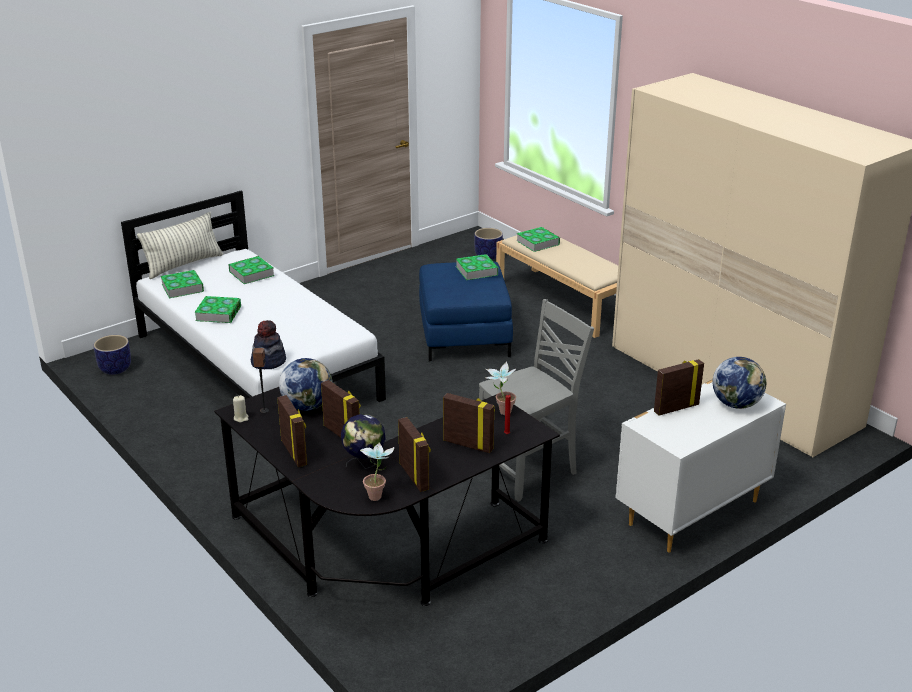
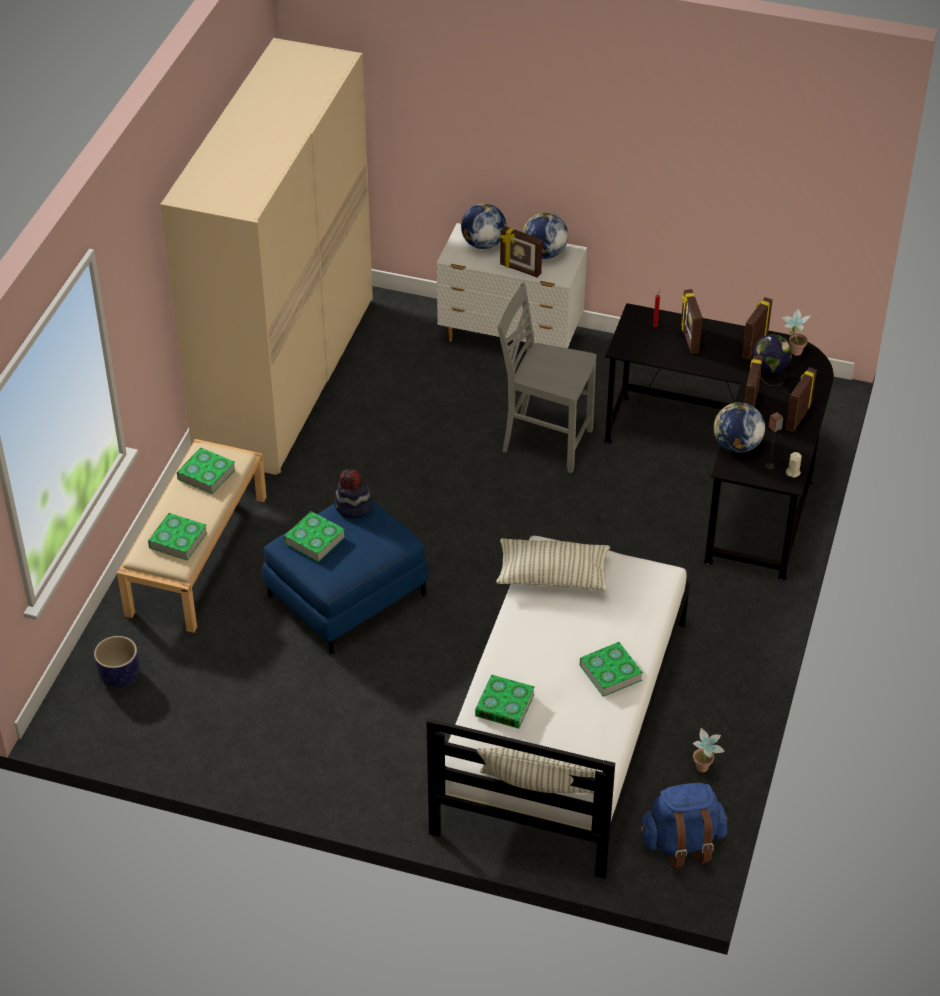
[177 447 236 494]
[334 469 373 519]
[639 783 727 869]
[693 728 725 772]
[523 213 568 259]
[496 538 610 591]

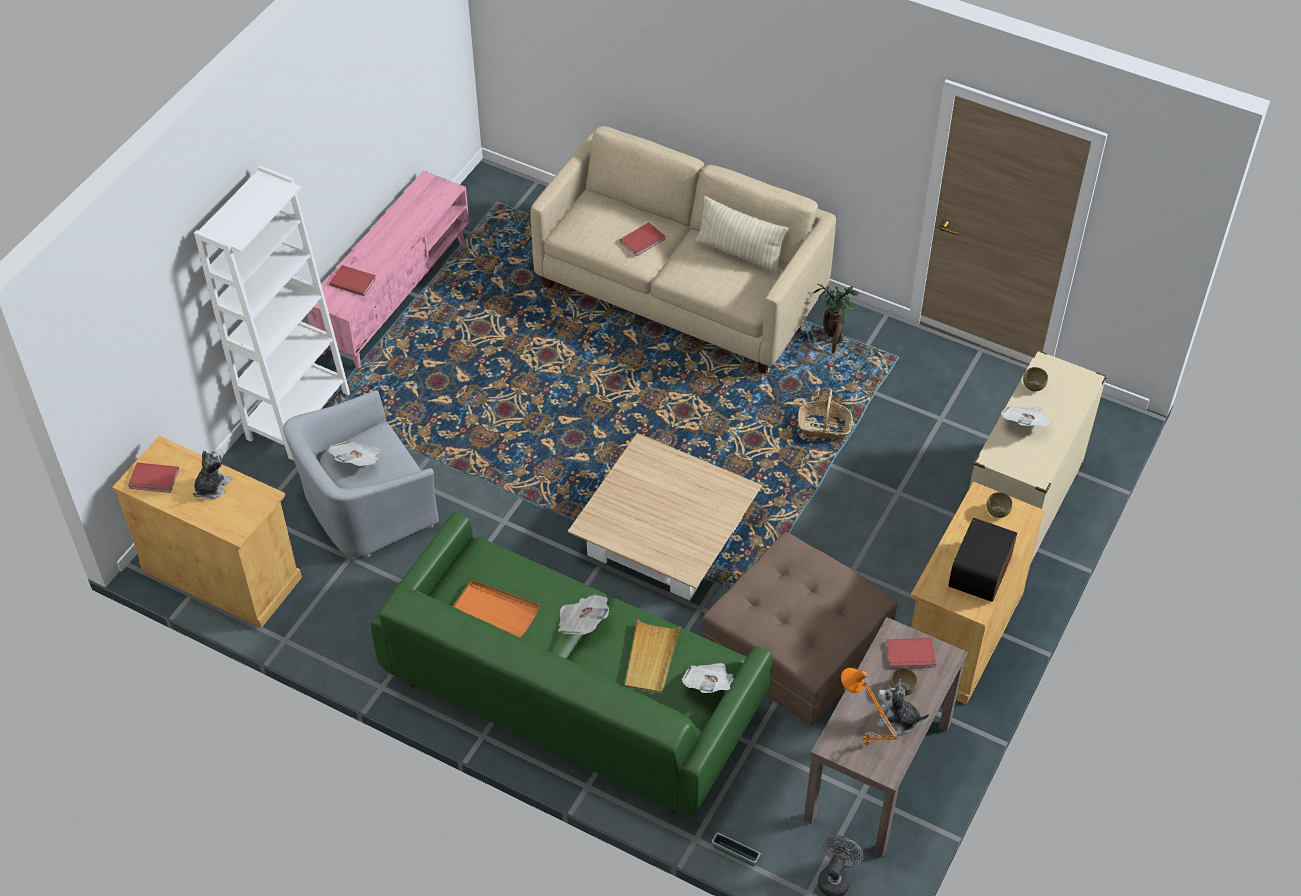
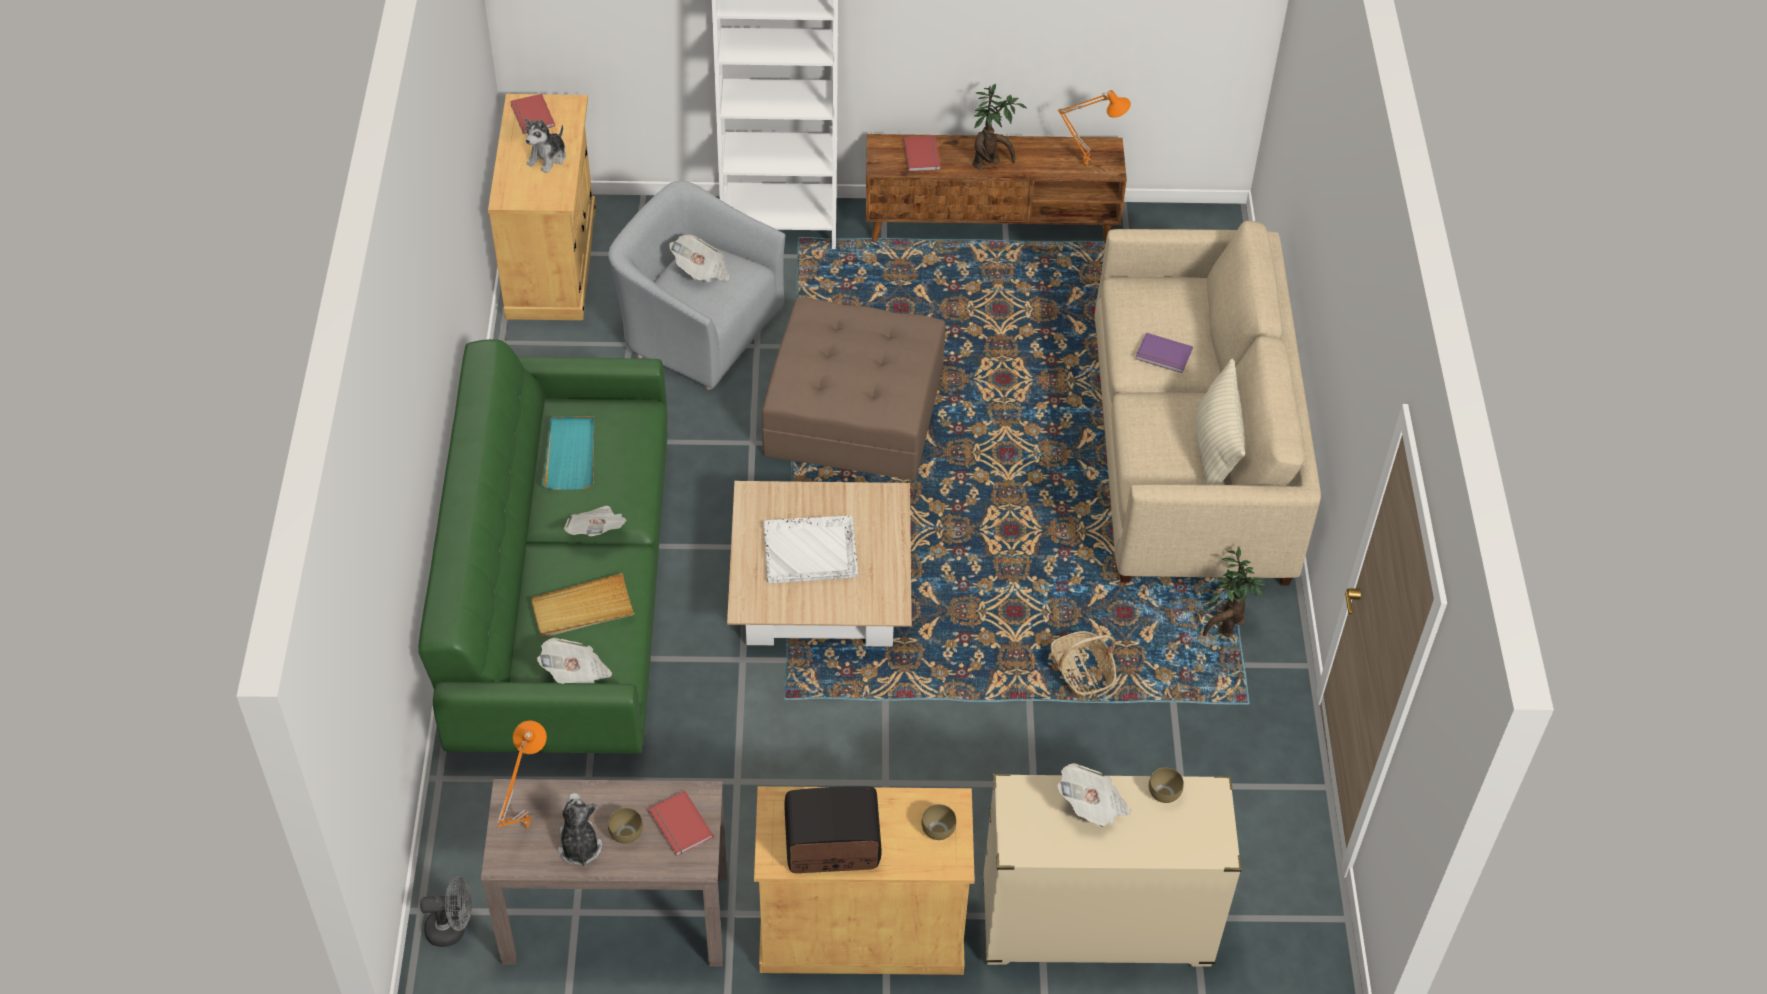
[866 134 1127 244]
[1135 333 1193 373]
[525 118 566 173]
[762 298 946 480]
[542 416 594 490]
[712 832 761 866] (first image)
[972 84 1027 169]
[1058 90 1131 167]
[764 515 858 583]

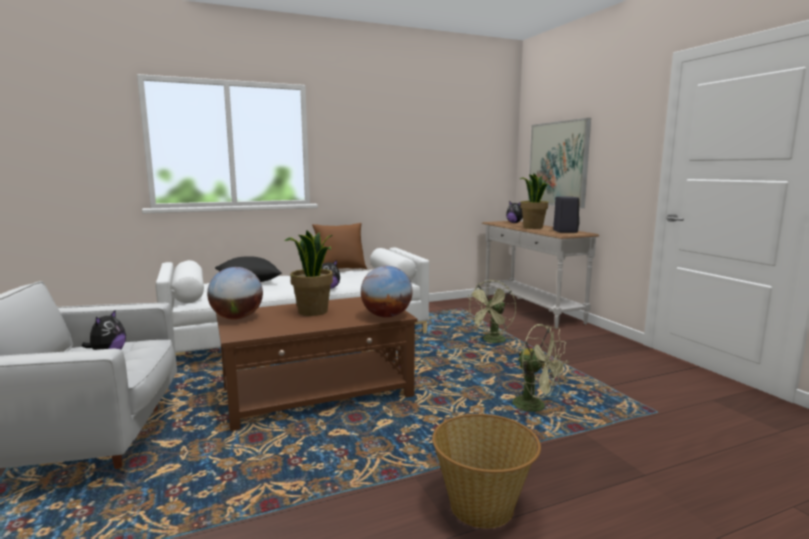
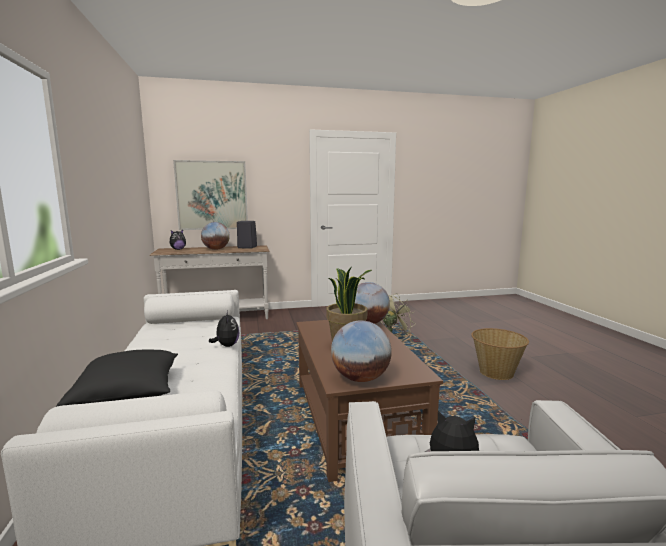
[201 222 230 250]
[312 223 367 269] (first image)
[466 280 516 344] (first image)

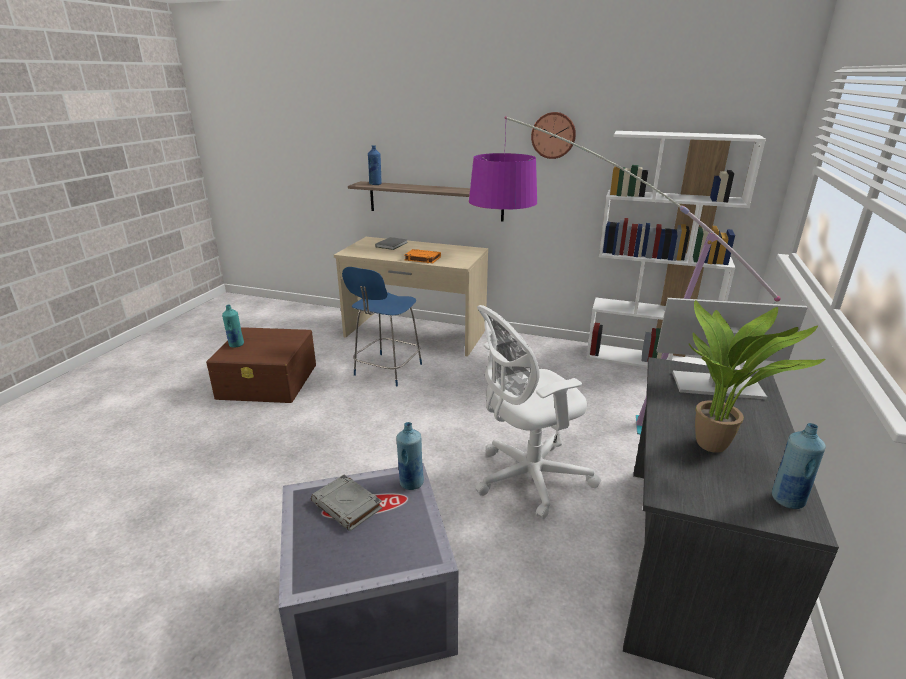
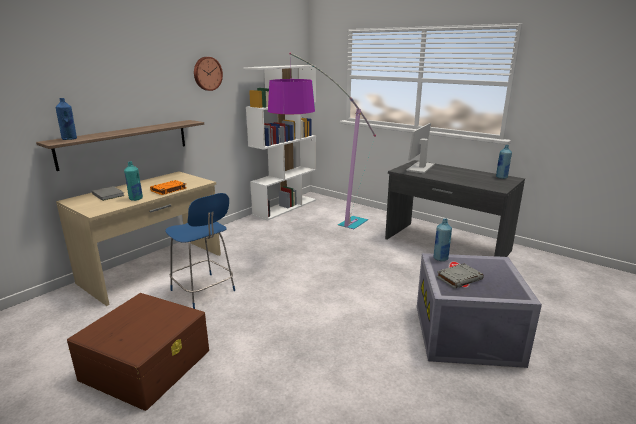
[689 300 825 453] (first image)
[124 161 143 201]
[476 305 601 519] (first image)

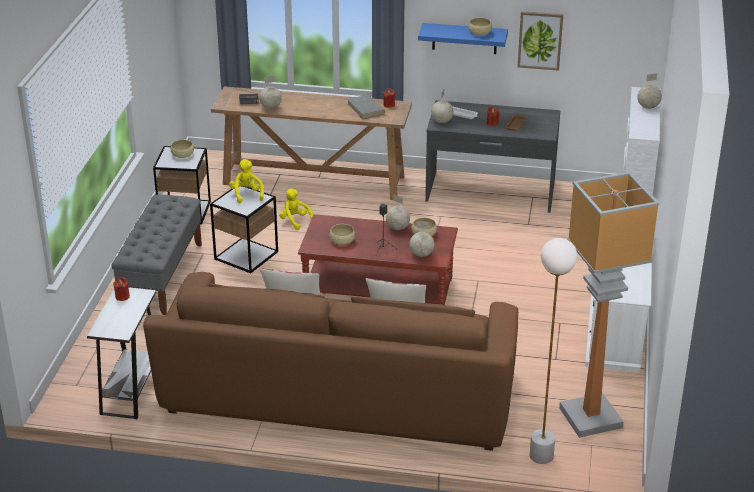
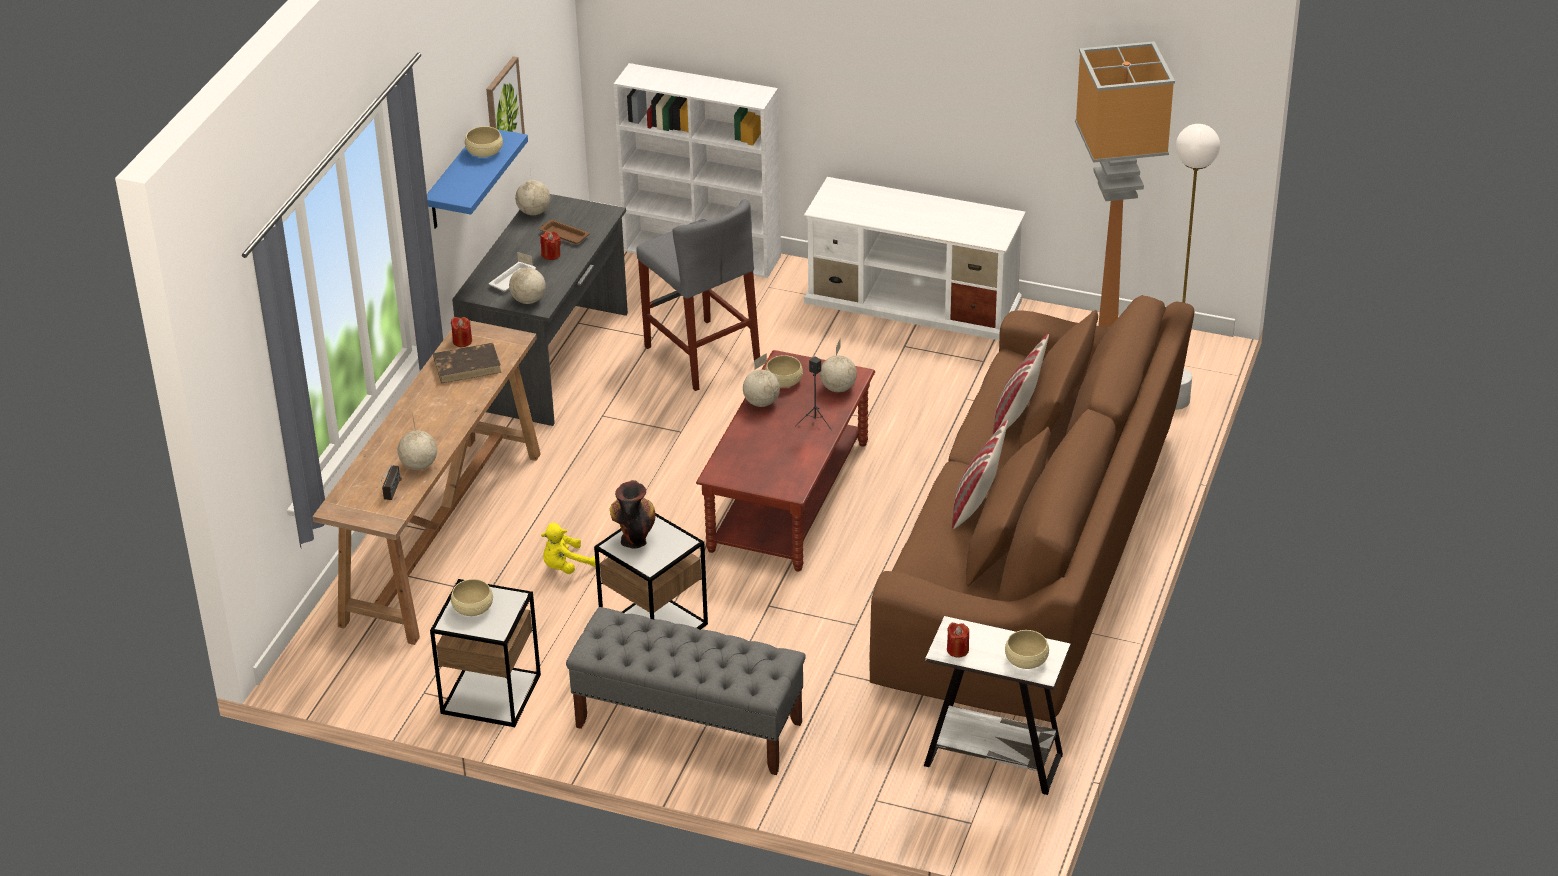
[515 169 550 215]
[433 343 502 383]
[610 480 656 549]
[1005 630 1049 669]
[637 199 760 391]

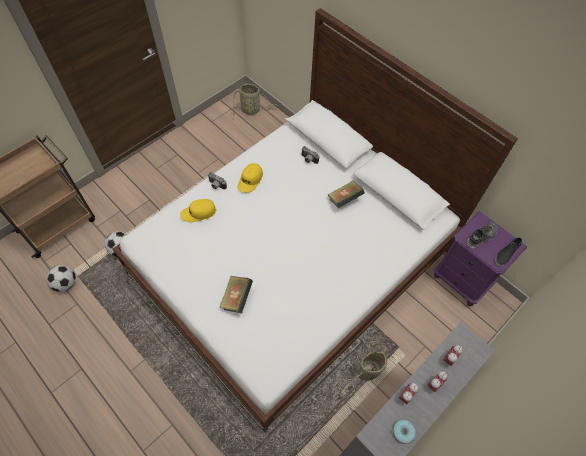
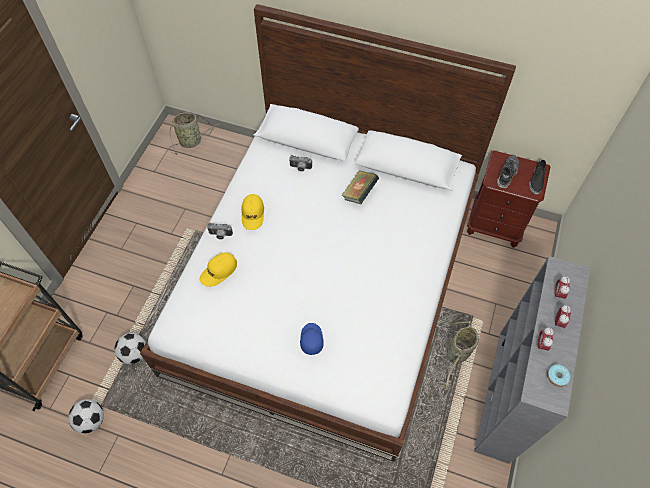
[467 150 551 248]
[300 323 324 355]

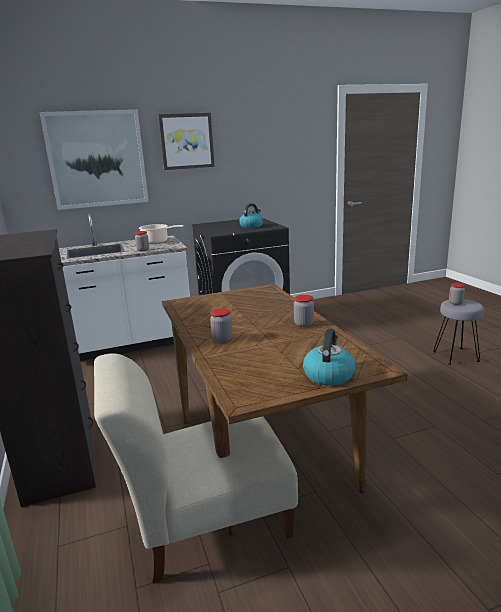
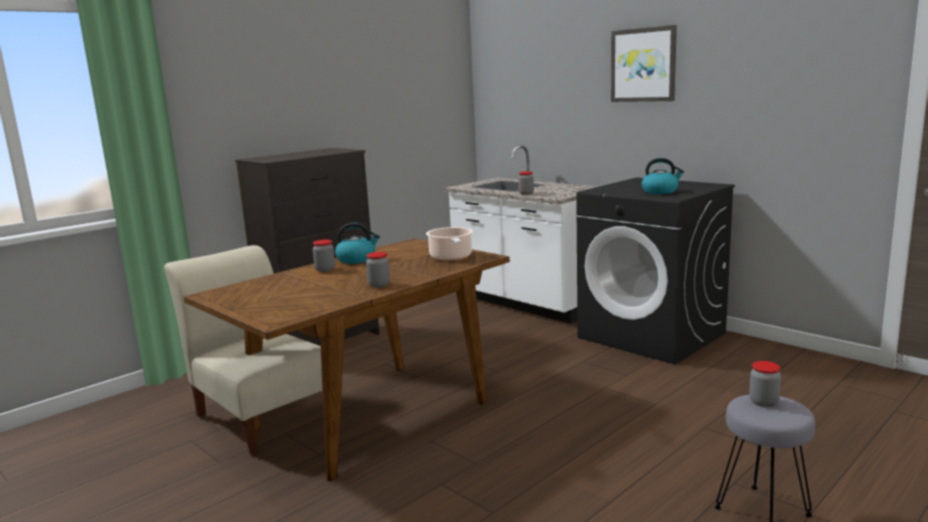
[40 109 149 210] (first image)
[426 227 473 261]
[335 223 380 264]

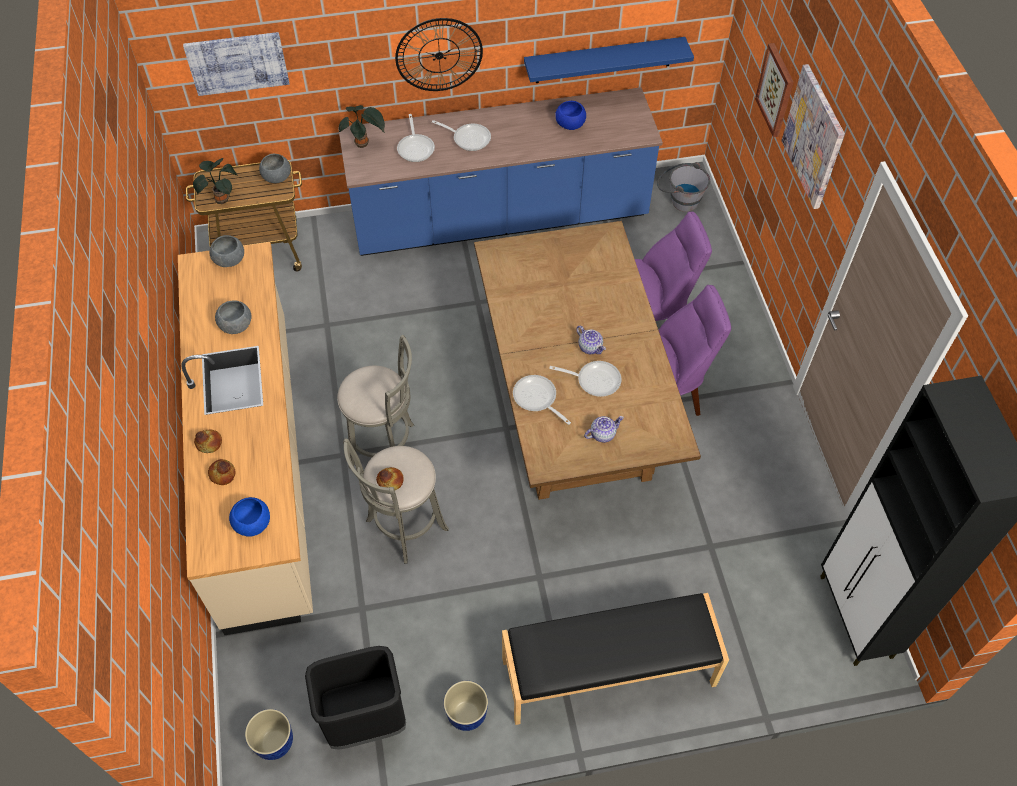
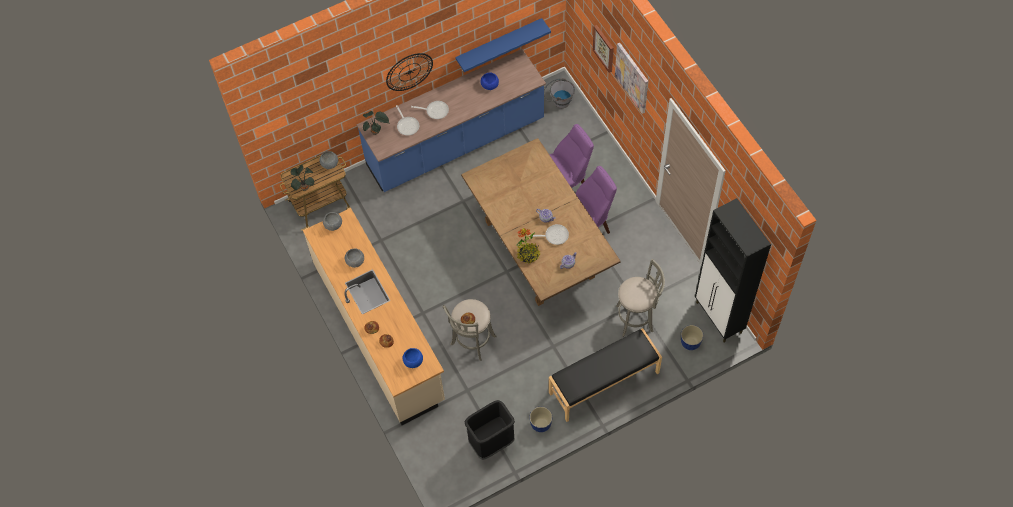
[183 32 289 96] (first image)
[616 259 665 337]
[516 228 541 264]
[681 325 703 350]

